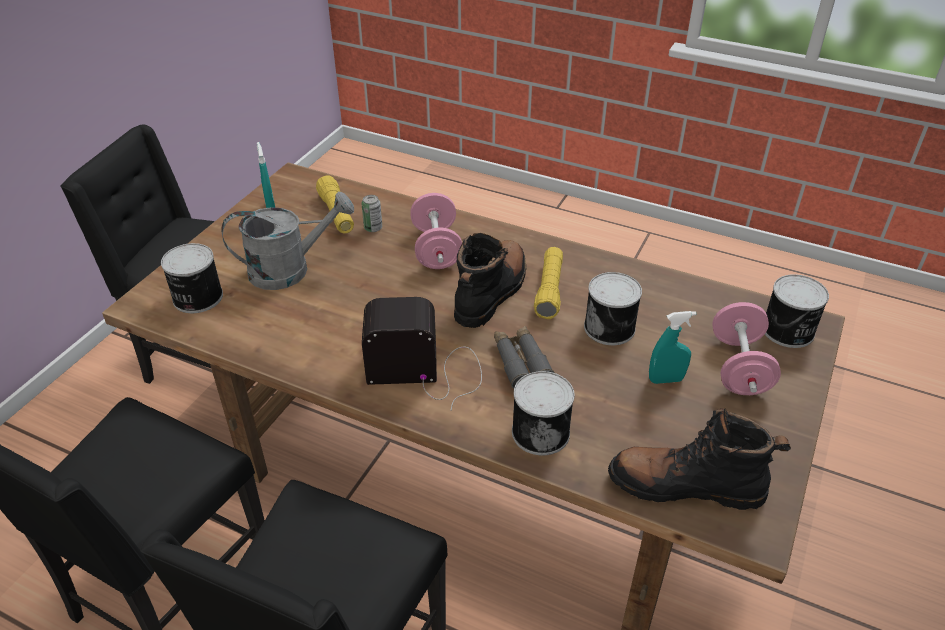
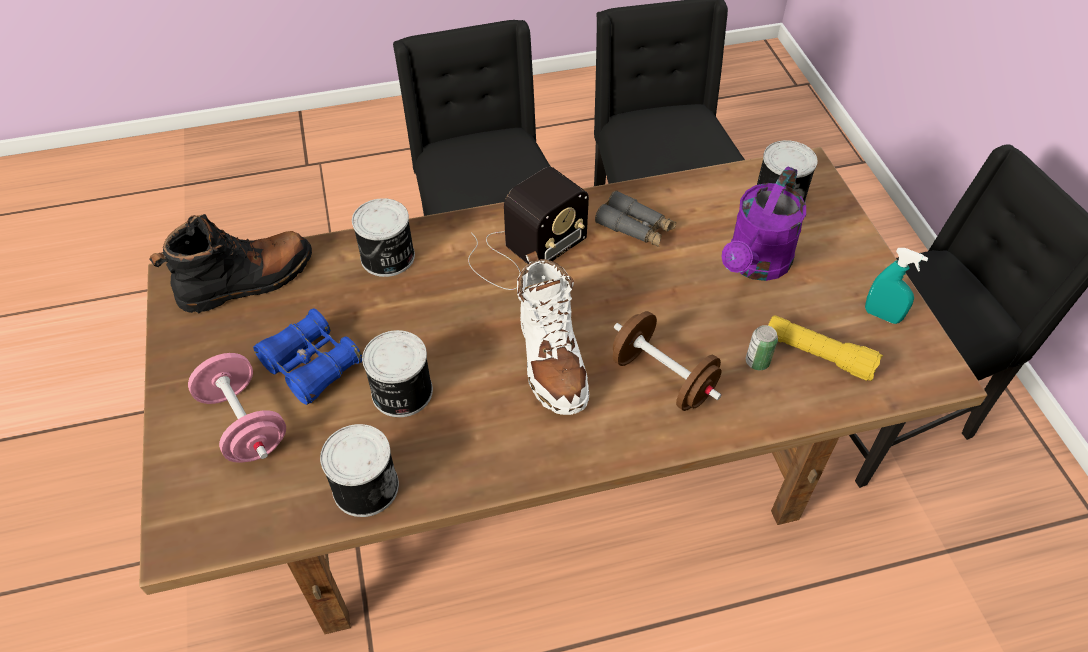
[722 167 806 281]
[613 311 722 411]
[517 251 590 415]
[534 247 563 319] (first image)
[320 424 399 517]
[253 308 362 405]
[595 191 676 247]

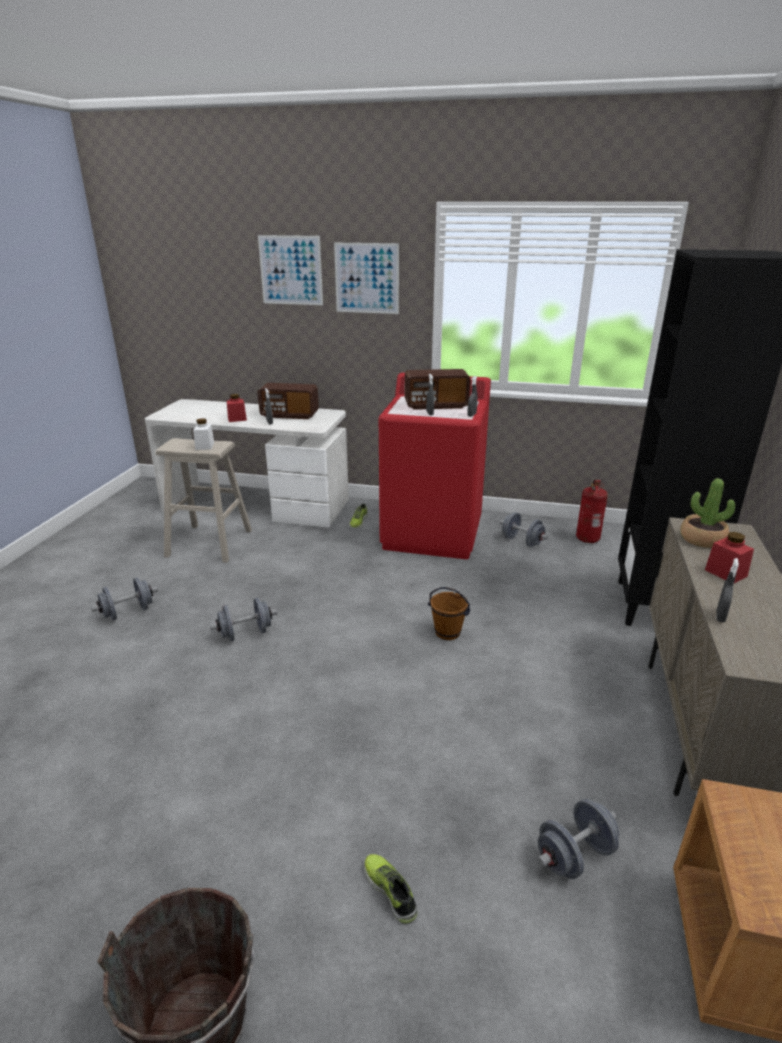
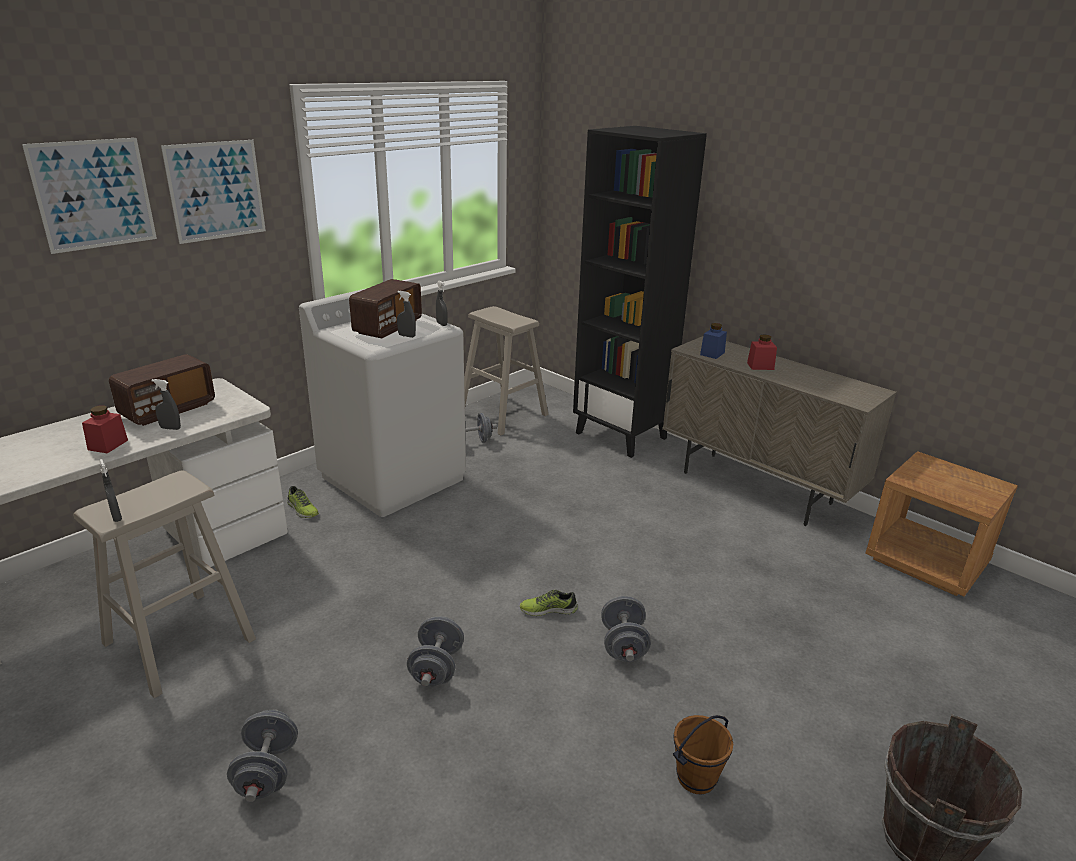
[299 289 466 517]
[193 418 214 450] (first image)
[700 323 727 359]
[464 306 549 435]
[99 459 122 522]
[673 715 733 794]
[601 596 651 662]
[520 590 578 616]

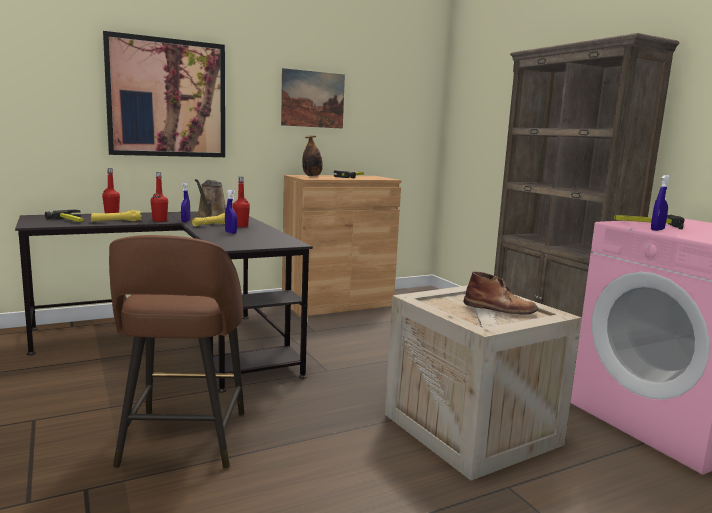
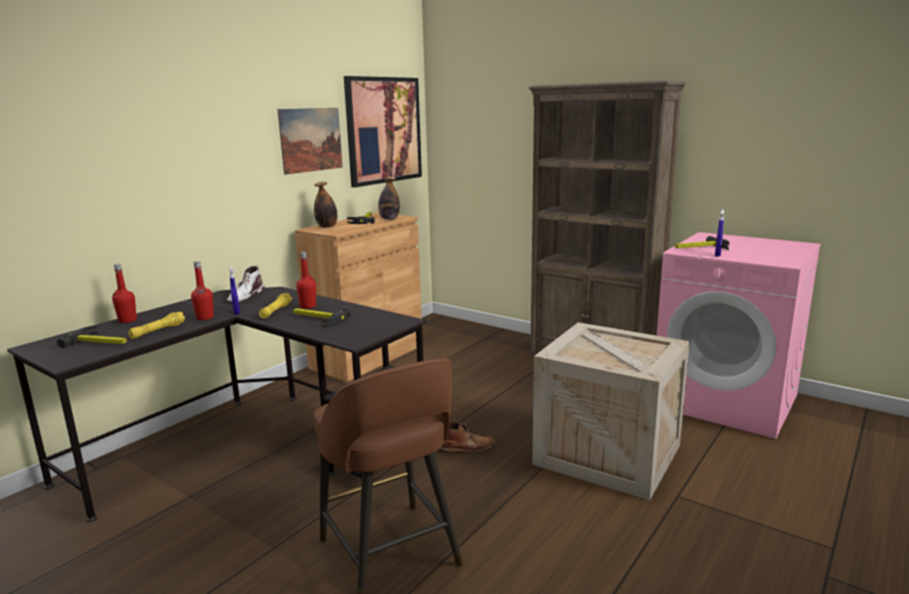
[344 76 422 187]
[227 265 265 303]
[293 308 352 327]
[438 422 496 454]
[378 177 400 220]

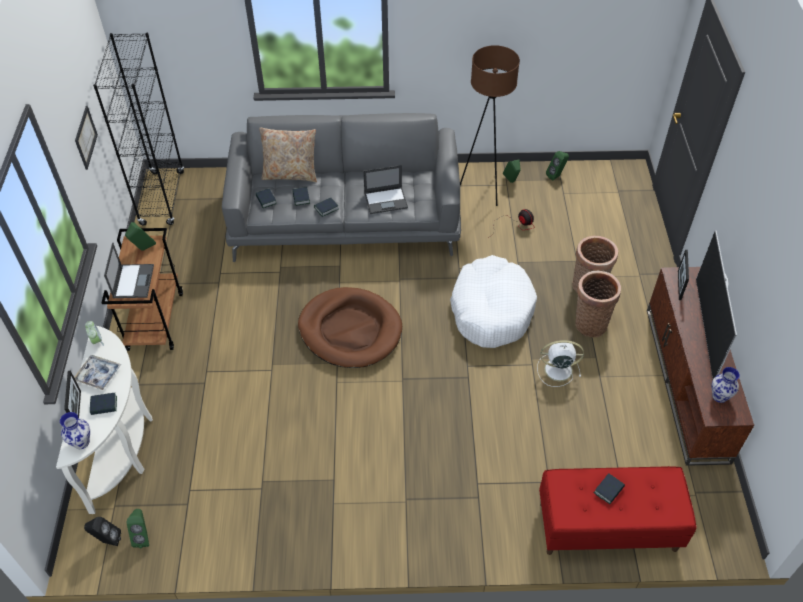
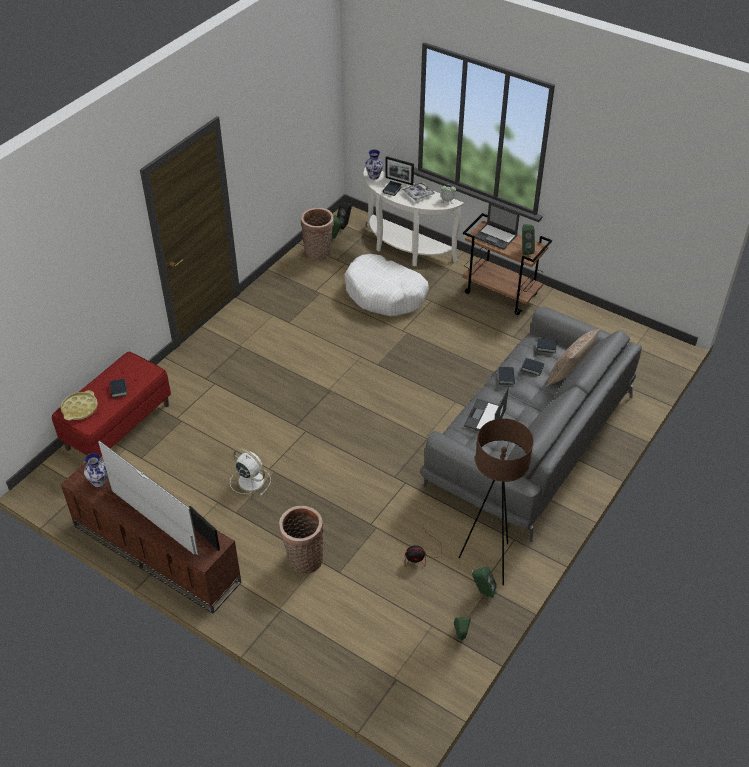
[93 33 184 226] (first image)
[75 106 98 170] (first image)
[344 254 429 316]
[301 208 334 261]
[298 287 402 368] (first image)
[230 448 271 495]
[61 390 98 421]

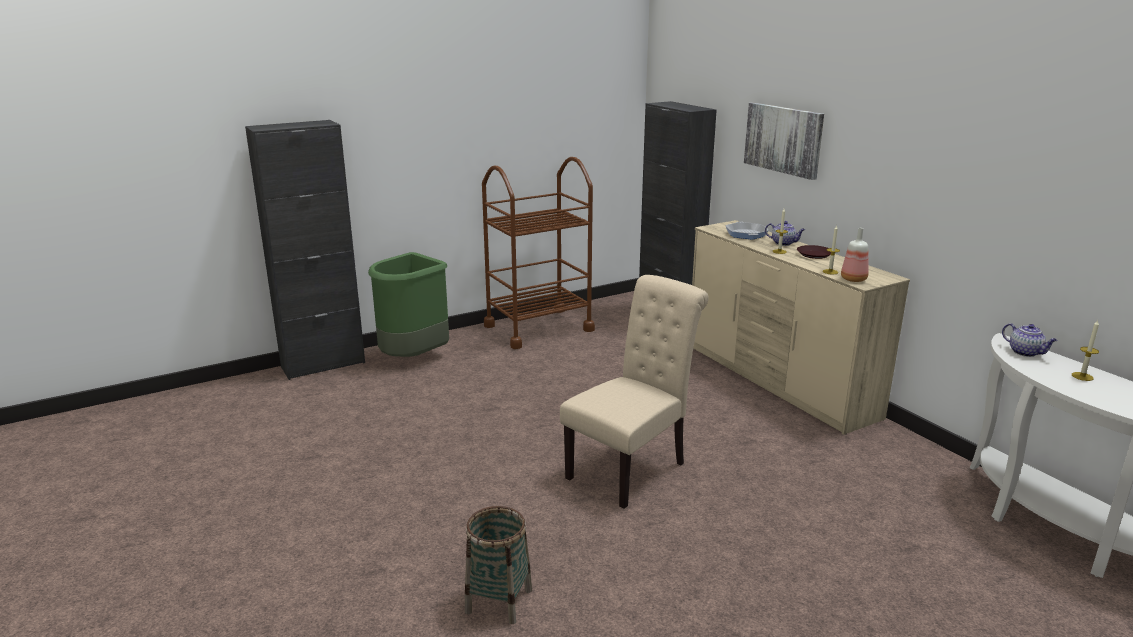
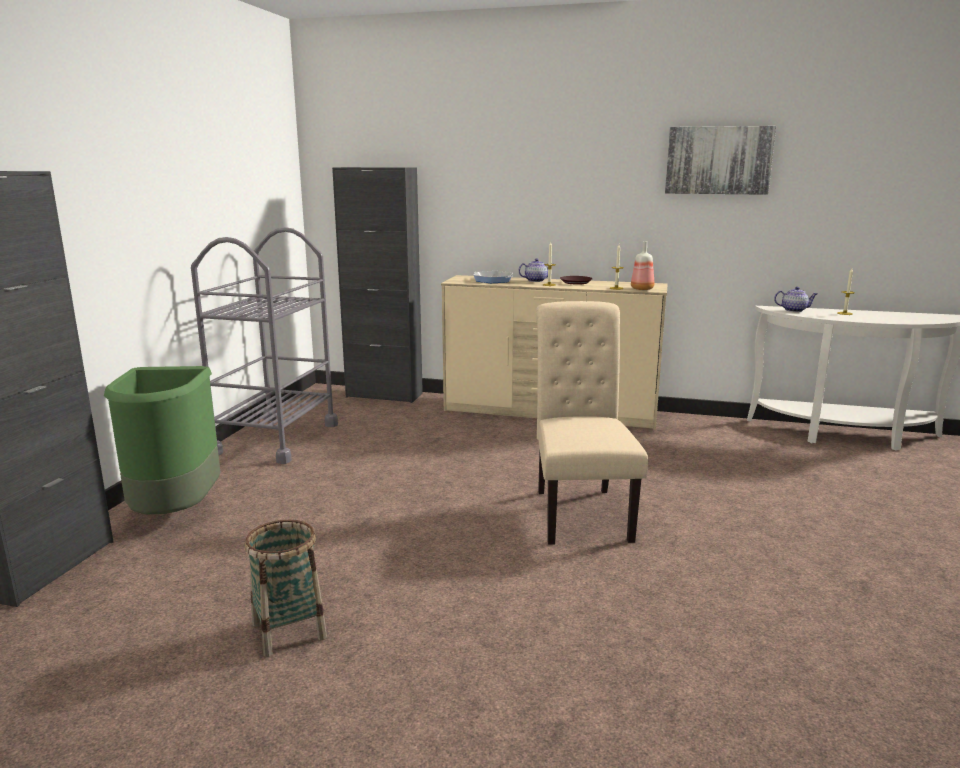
[665 126 776 195]
[191 227 338 464]
[245 520 327 657]

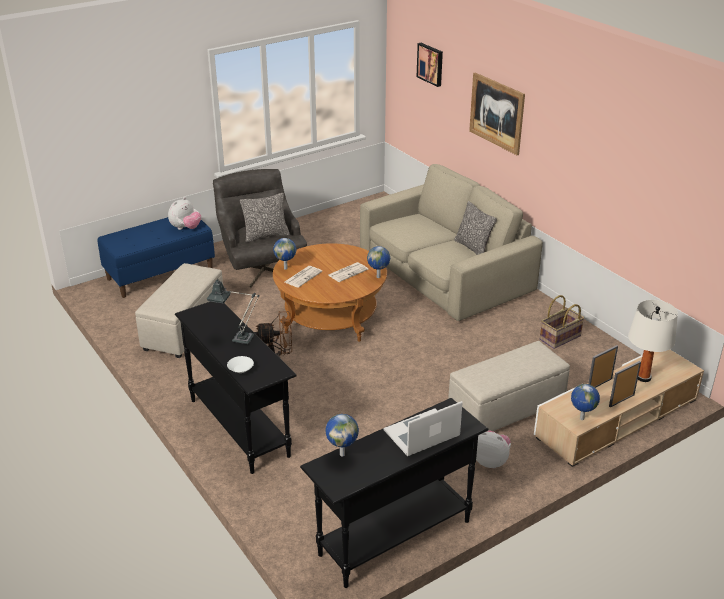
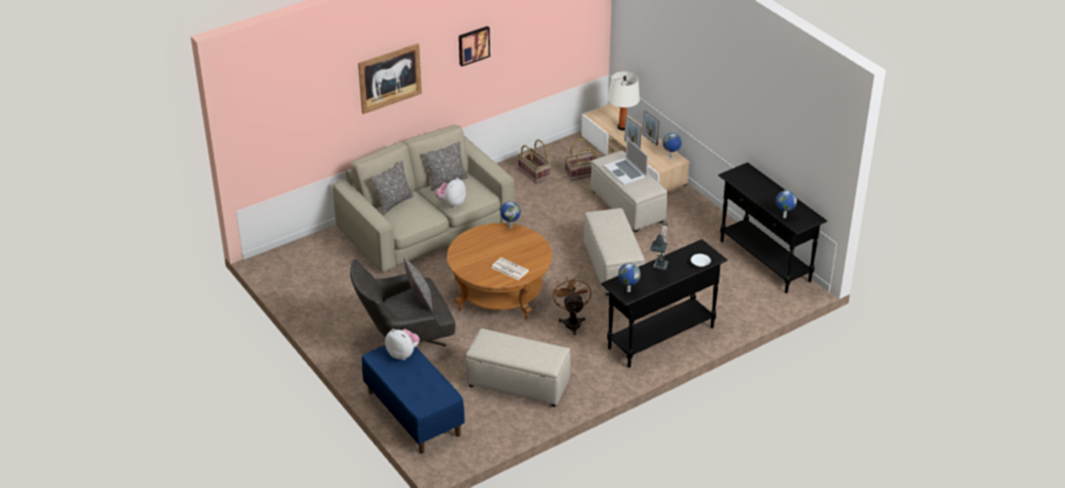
[459 26 490 66]
[618 263 641 292]
[328 262 368 282] (first image)
[604 137 648 185]
[435 178 466 208]
[565 139 599 181]
[372 160 414 215]
[584 208 645 296]

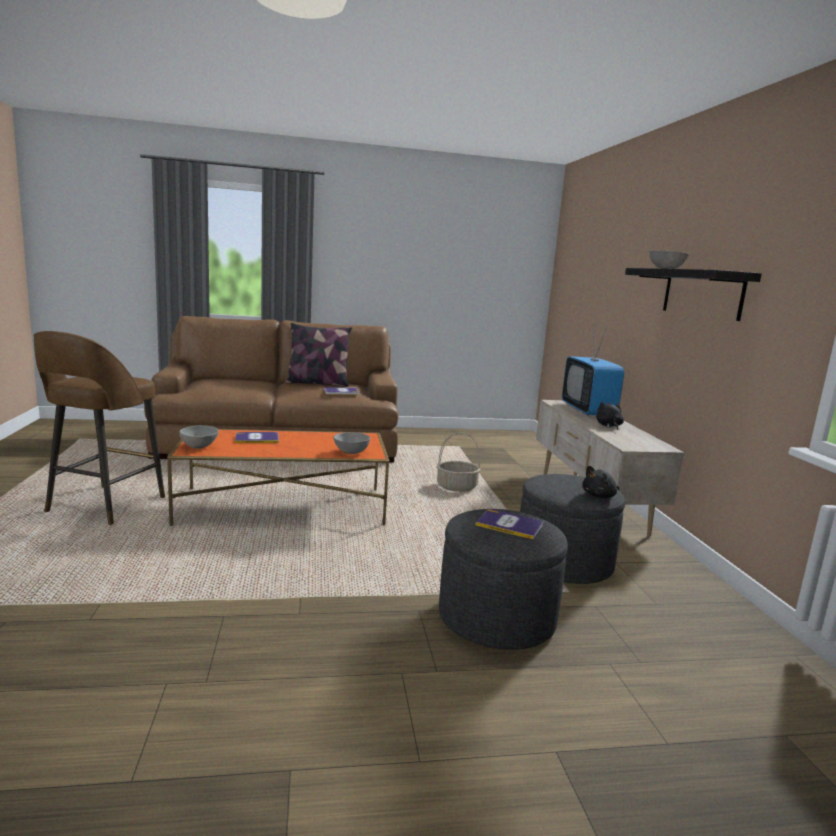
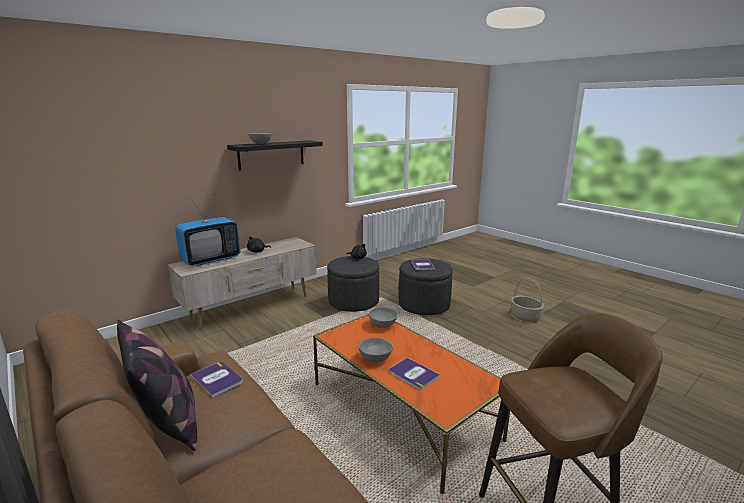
[359 337 393 363]
[511 277 544 322]

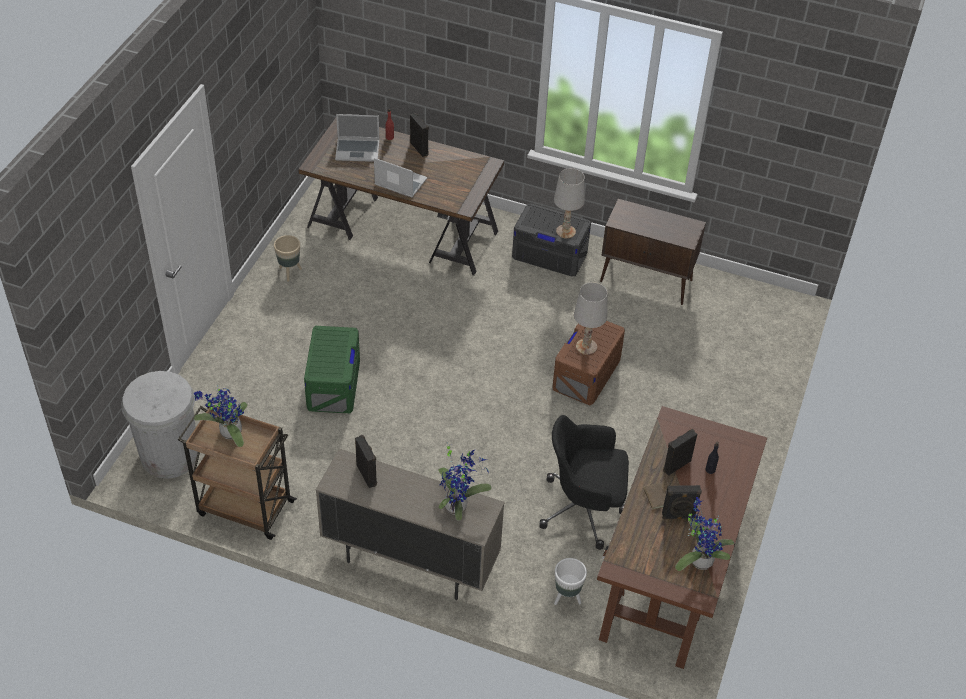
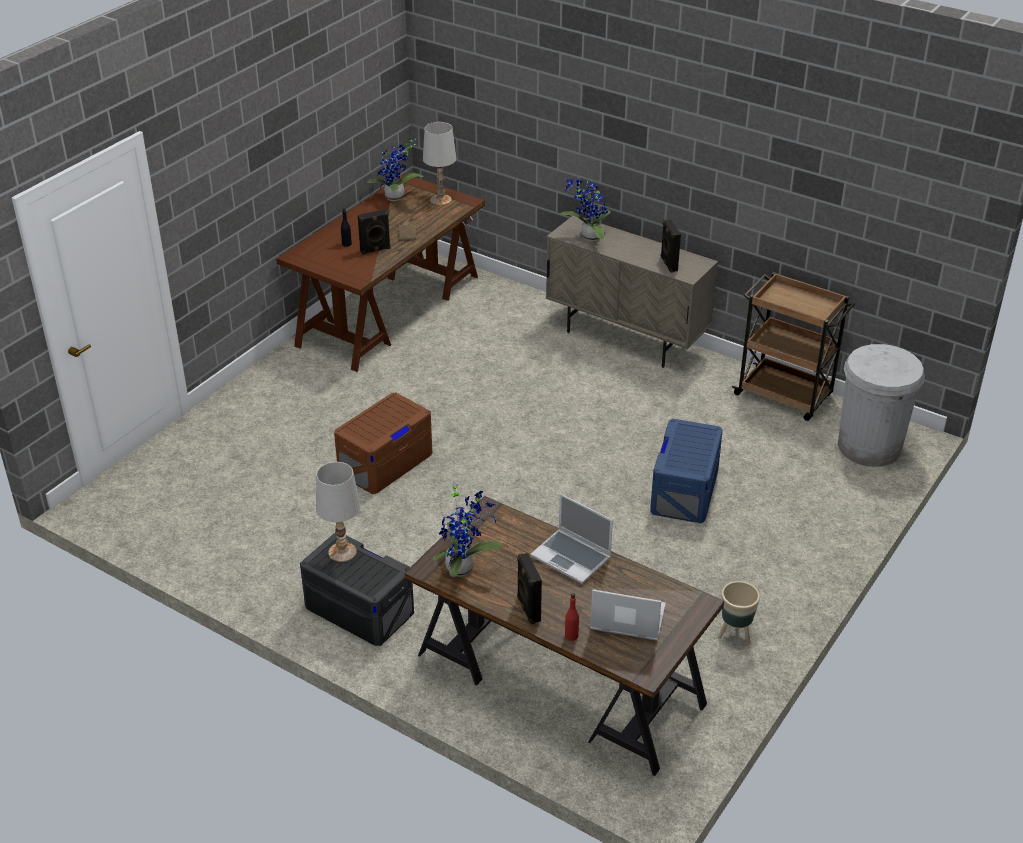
[600 199 706 305] (first image)
[423 122 456 206]
[650 419 722 523]
[433 481 502 577]
[539 415 629 550] (first image)
[662 485 702 519] (first image)
[554 558 587 605] (first image)

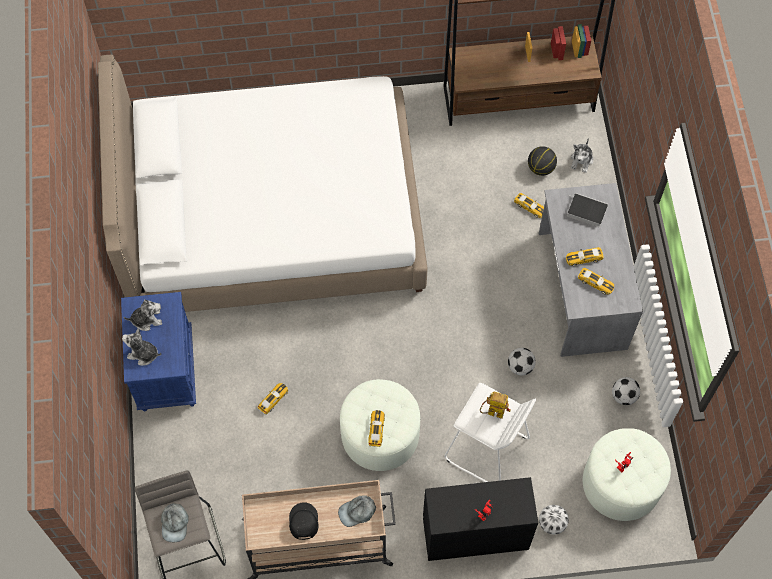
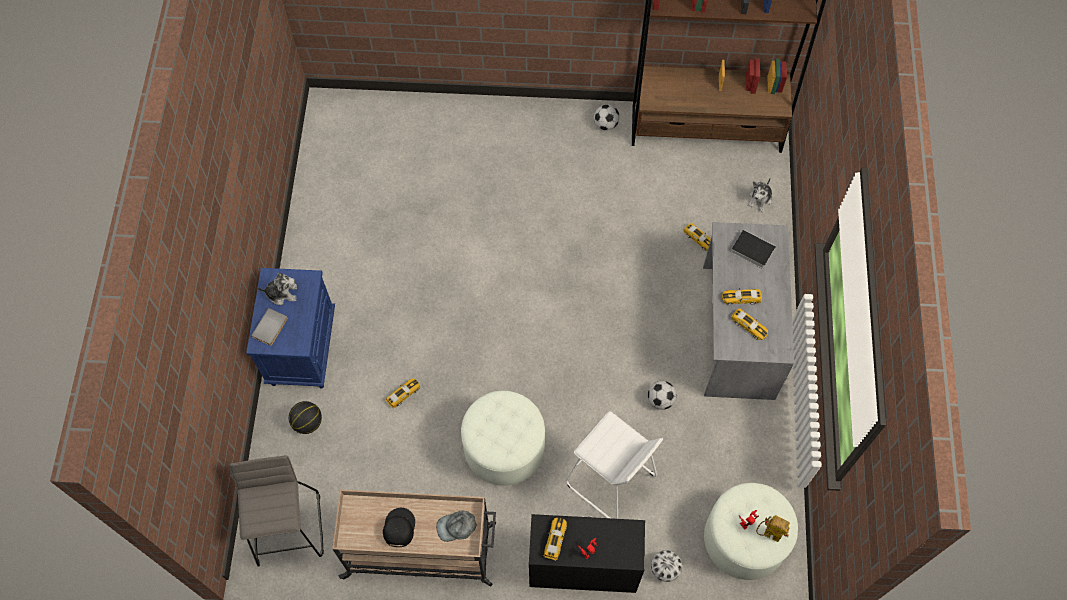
[98 55 428 312] (first image)
[289 401 322 434]
[251 308 288 346]
[594 104 619 131]
[756 515 790 542]
[544 518 567 561]
[161 503 189 542] (first image)

